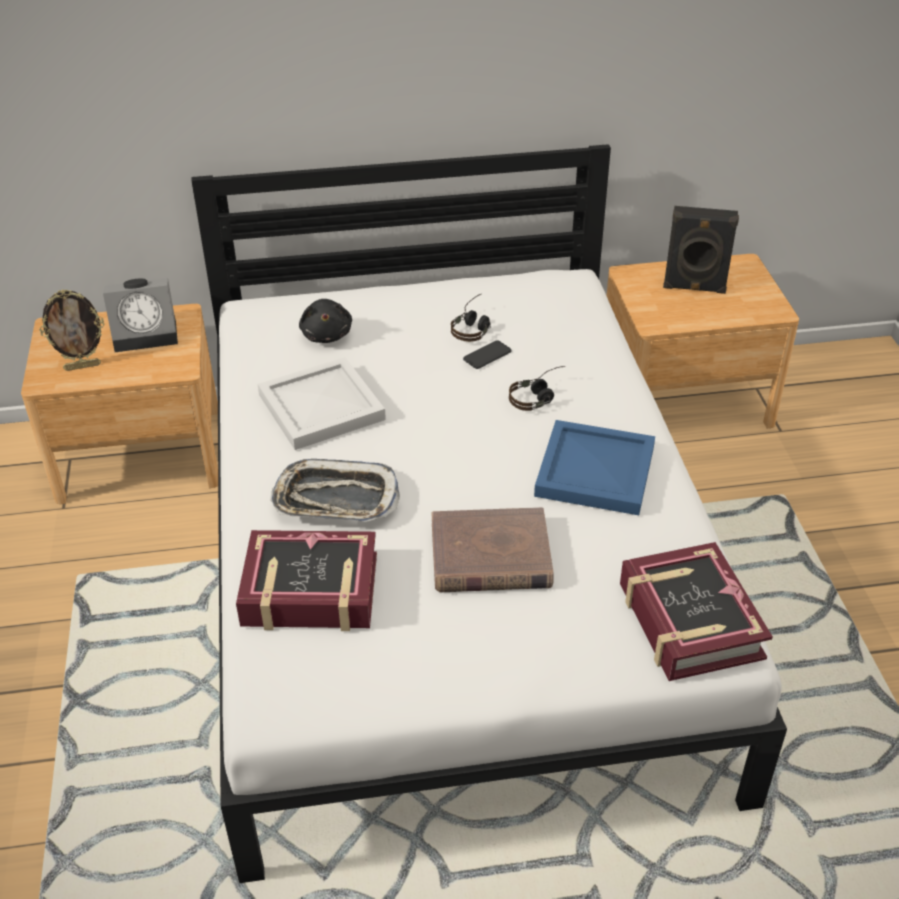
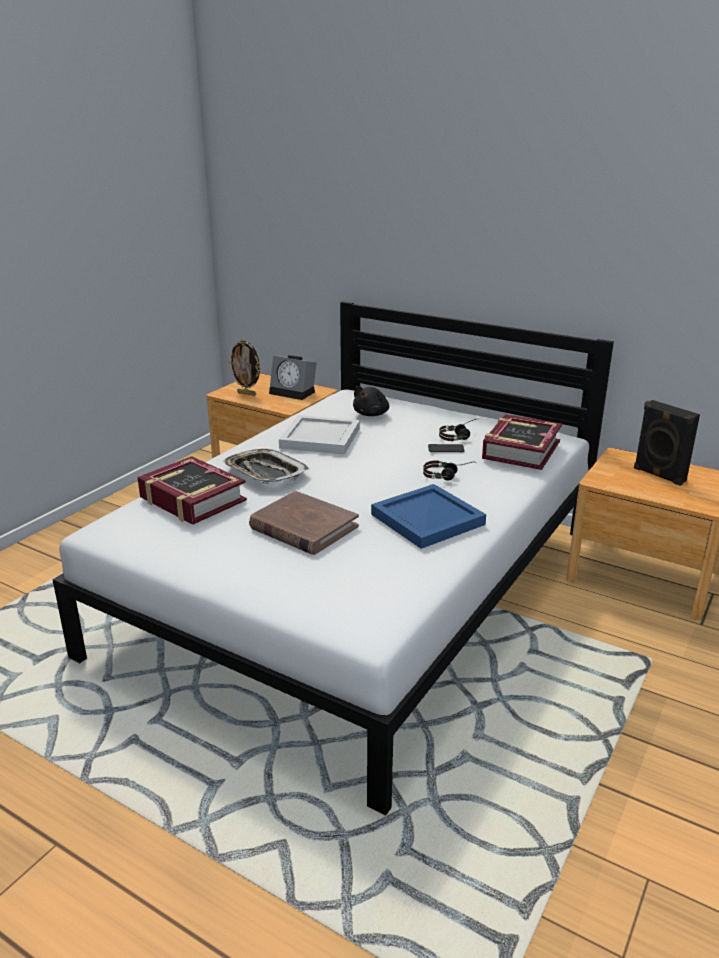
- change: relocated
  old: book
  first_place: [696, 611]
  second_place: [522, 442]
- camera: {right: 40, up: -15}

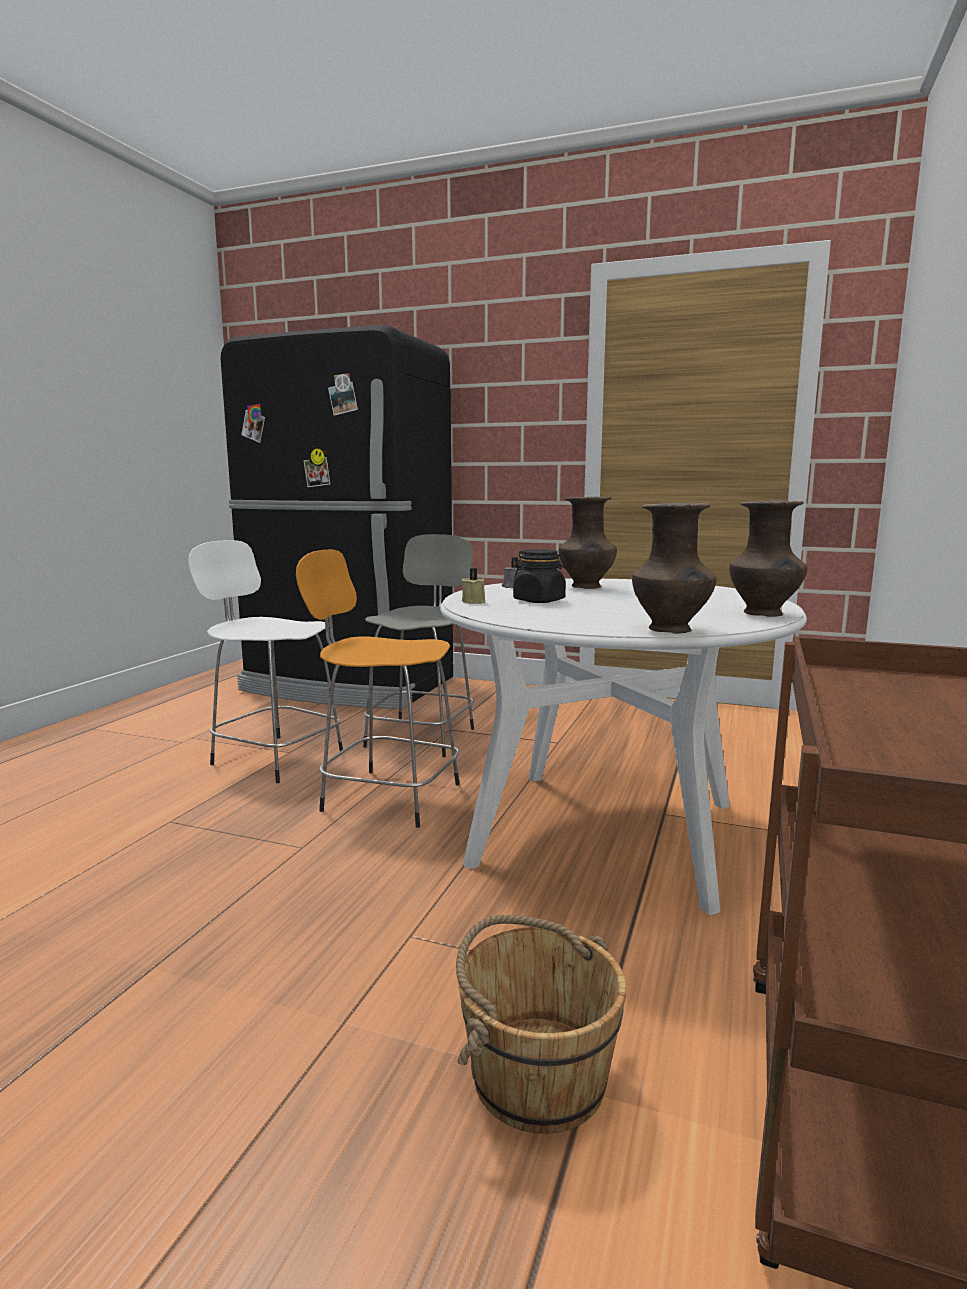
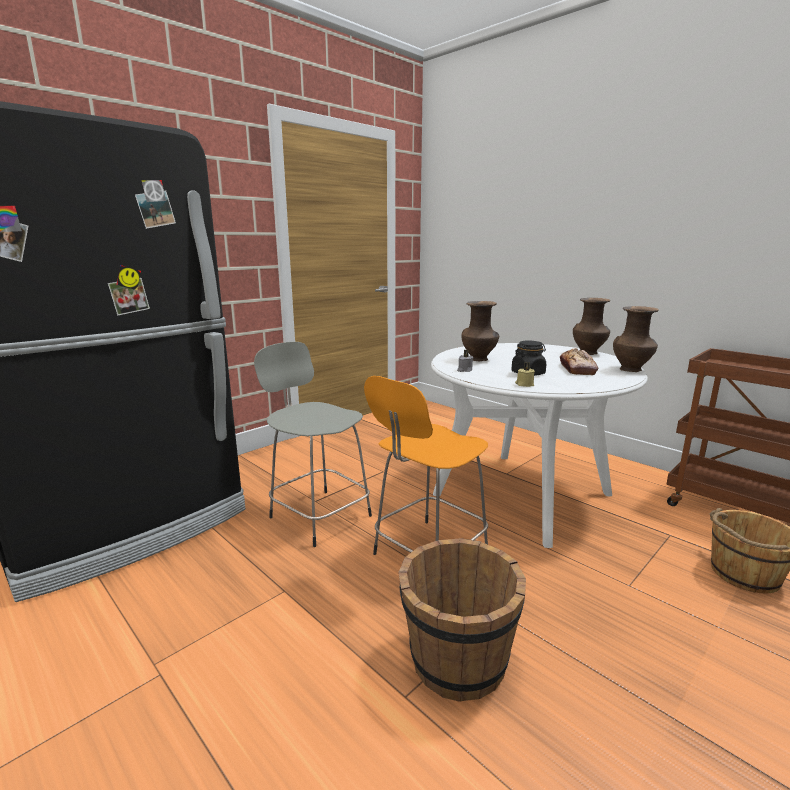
- change: missing
  old: white stool
  first_place: [265, 661]
- change: appeared
  new: brown bucket
  second_place: [462, 620]
- change: appeared
  new: bread
  second_place: [579, 361]
- camera: {right: -65, up: 5}

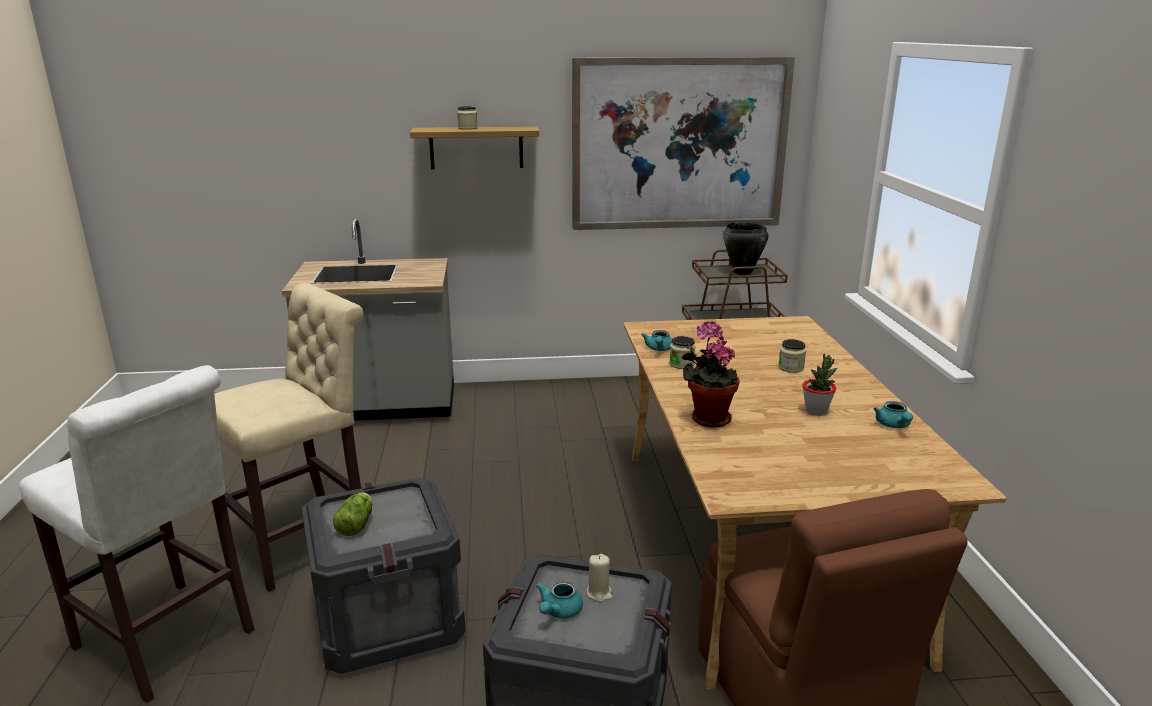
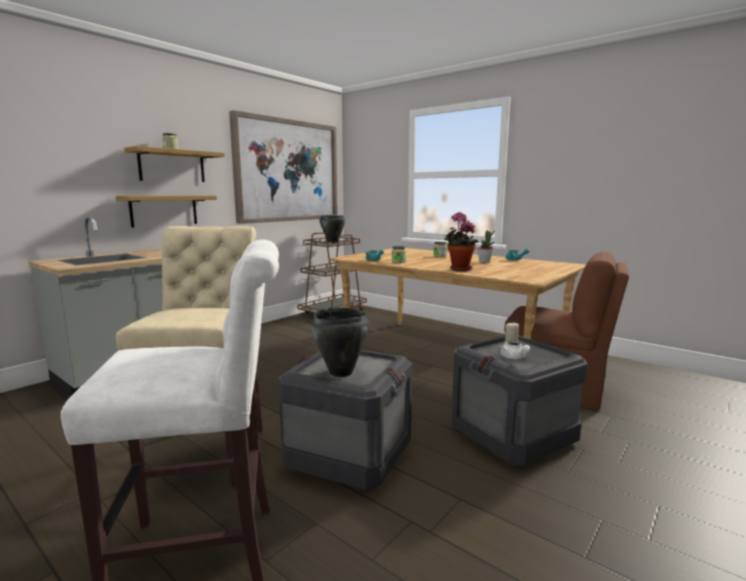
- change: exchanged
  old: lettuce
  new: black cooking pot
  first_place: [352, 514]
  second_place: [340, 342]
- change: colour
  old: turquoise teapot
  new: white teapot
  first_place: [559, 599]
  second_place: [515, 349]
- change: appeared
  new: shelf
  second_place: [166, 211]
- camera: {right: -45, up: -10}

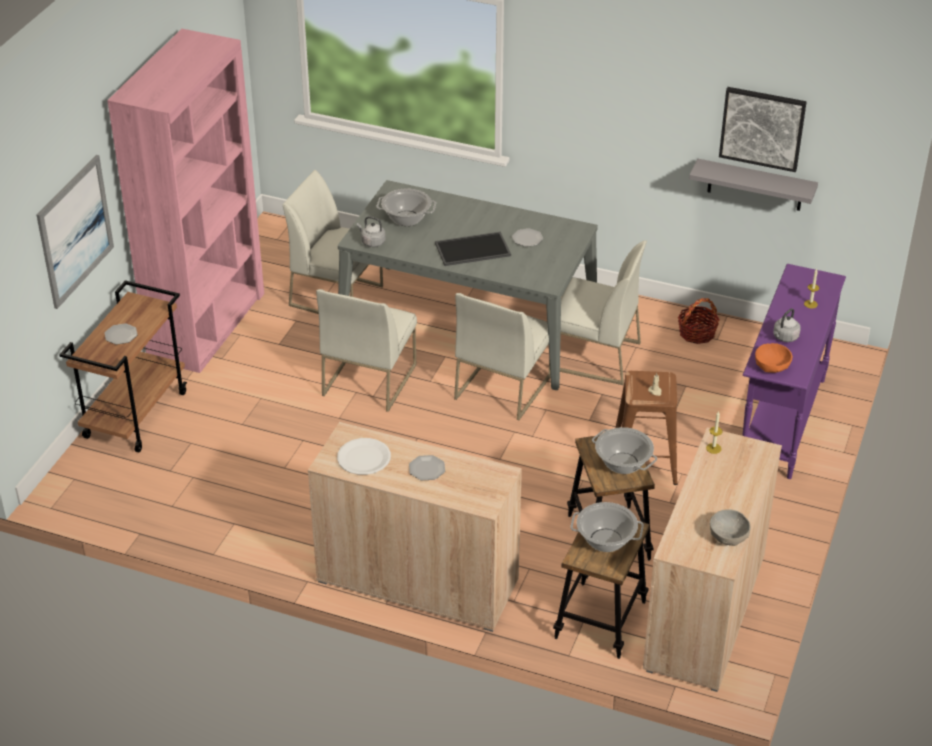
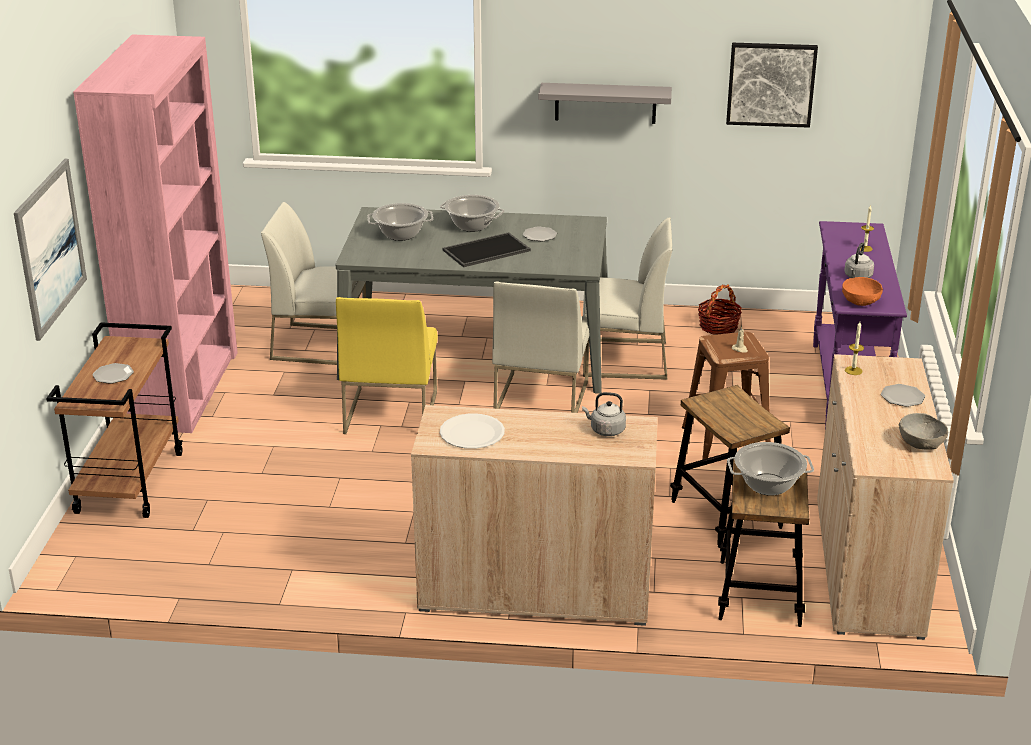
- change: colour
  old: white chair
  new: yellow chair
  first_place: [366, 350]
  second_place: [387, 365]
- change: relocated
  old: grey kettle
  first_place: [371, 231]
  second_place: [604, 414]
- change: relocated
  old: plate
  first_place: [427, 467]
  second_place: [903, 395]
- change: relocated
  old: cooking pot
  first_place: [624, 450]
  second_place: [472, 213]
- change: relocated
  old: grey shelf
  first_place: [753, 185]
  second_place: [605, 103]
- camera: {right: -15, up: -10}

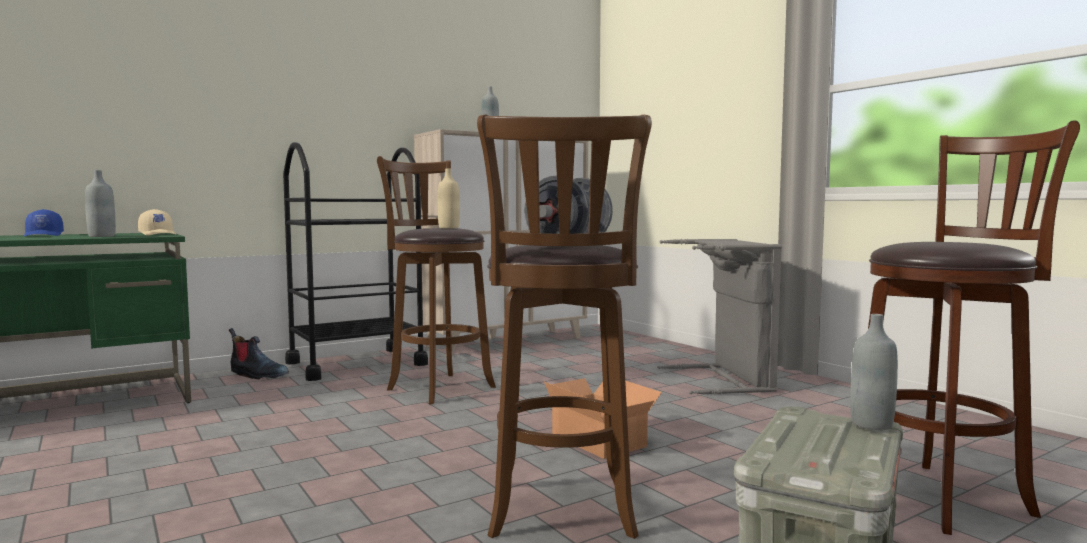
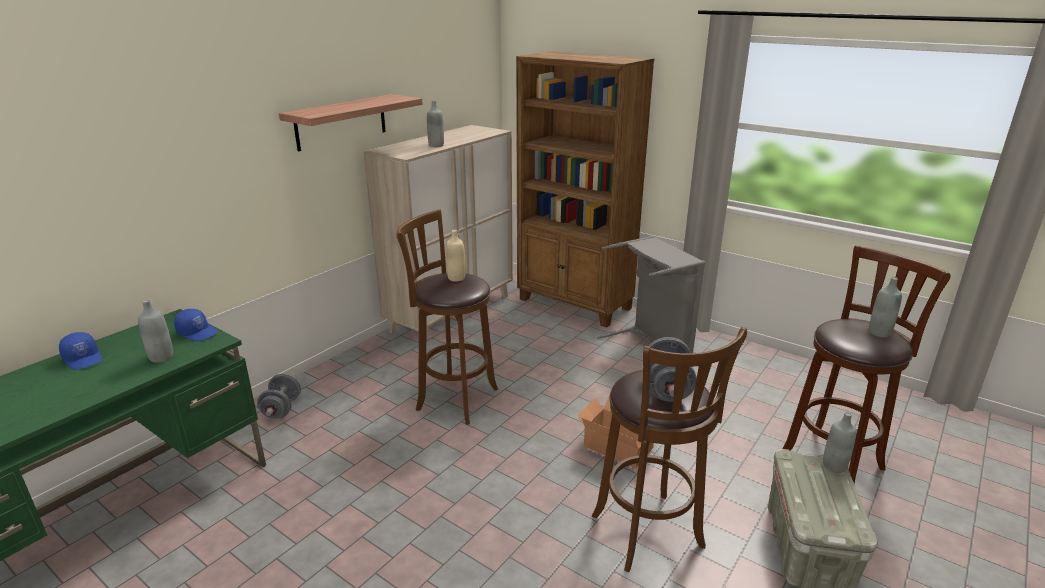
- change: colour
  old: beige cap
  new: blue cap
  first_place: [157, 222]
  second_place: [196, 325]
- change: exchanged
  old: boot
  new: grey dumbbell
  first_place: [259, 353]
  second_place: [279, 396]
- change: missing
  old: black cart
  first_place: [355, 261]
- change: appeared
  new: shelf
  second_place: [351, 122]
- change: appeared
  new: brown bookcase
  second_place: [585, 189]
- change: appeared
  new: grey bottle
  second_place: [885, 307]
- camera: {right: -20, up: 20}

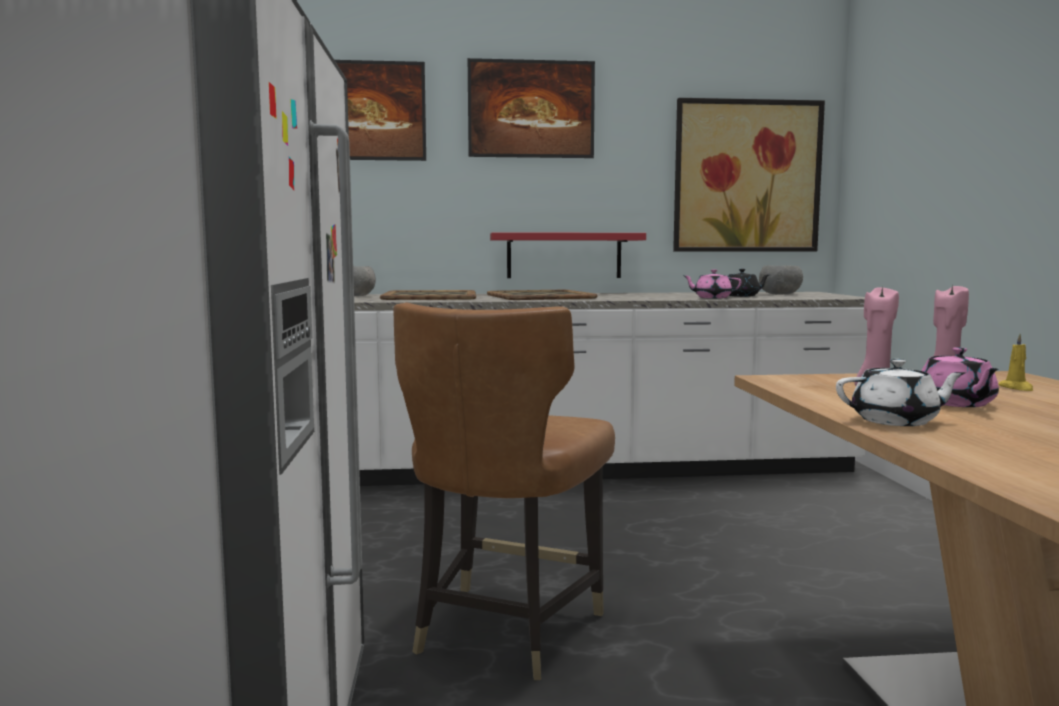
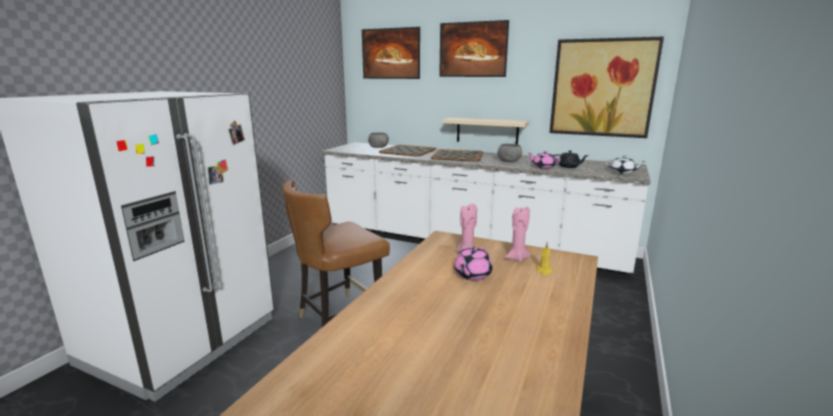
- change: colour
  old: red shelf
  new: beige shelf
  first_place: [568, 255]
  second_place: [485, 131]
- change: relocated
  old: grey bowl
  first_place: [781, 280]
  second_place: [510, 153]
- change: relocated
  old: white teapot
  first_place: [901, 392]
  second_place: [625, 164]
- camera: {right: 30, up: 10}

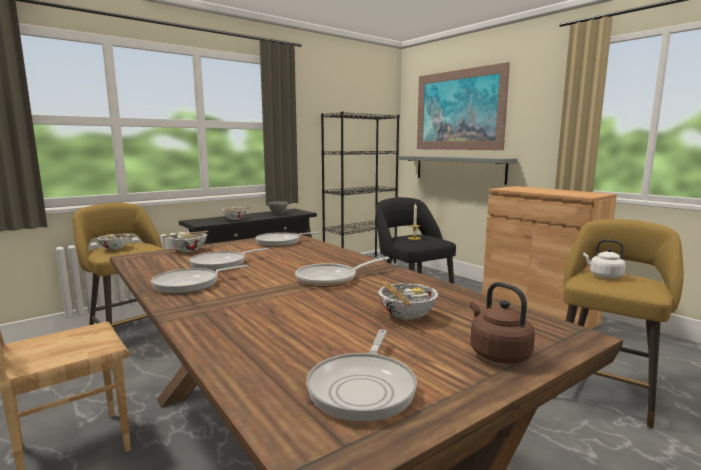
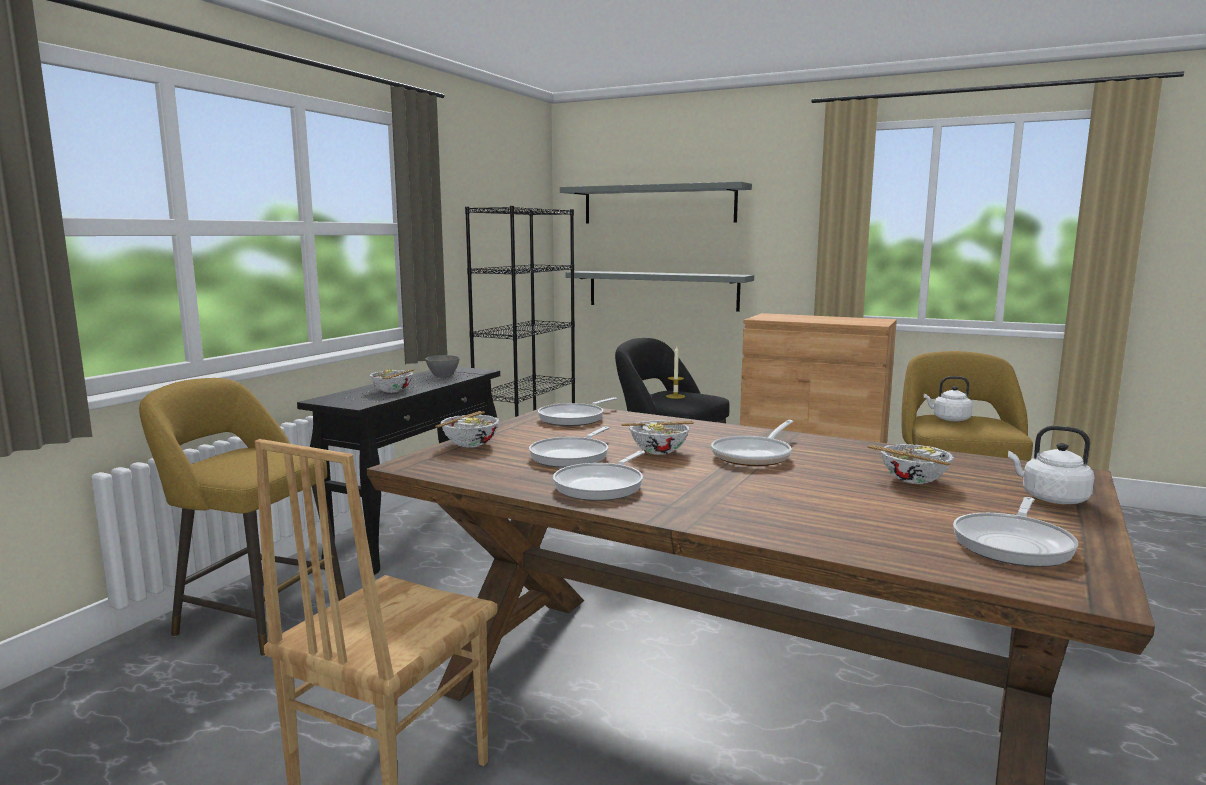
- change: relocated
  old: bowl
  first_place: [115, 242]
  second_place: [657, 437]
- change: spun
  old: frying pan
  first_place: [361, 375]
  second_place: [1015, 532]
  degrees: 45
- change: exchanged
  old: picture
  new: grey shelf
  first_place: [463, 106]
  second_place: [656, 202]
- change: colour
  old: brown kettle
  new: white kettle
  first_place: [502, 323]
  second_place: [1051, 465]
- camera: {right: -25, up: 0}

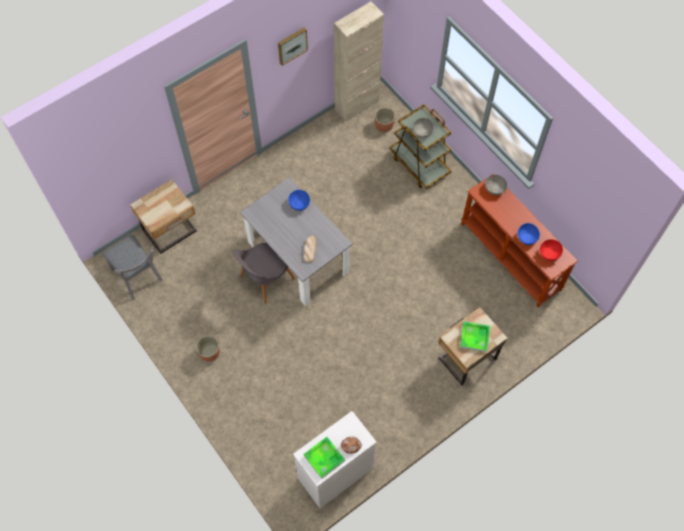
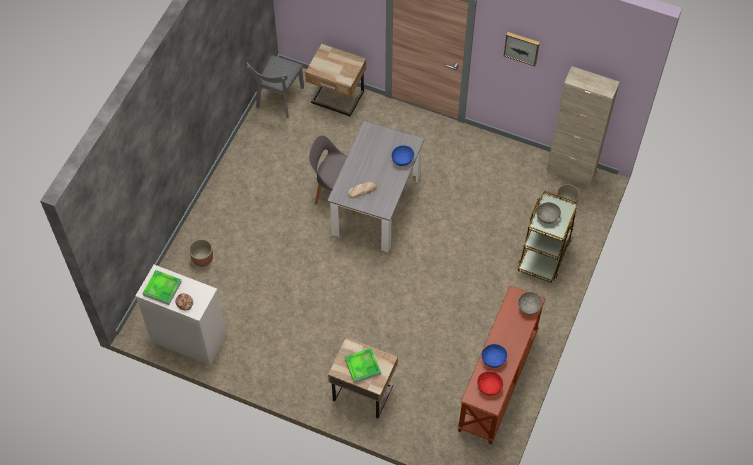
- change: relocated
  old: planter
  first_place: [208, 349]
  second_place: [201, 253]
- camera: {right: 60, up: -5}

